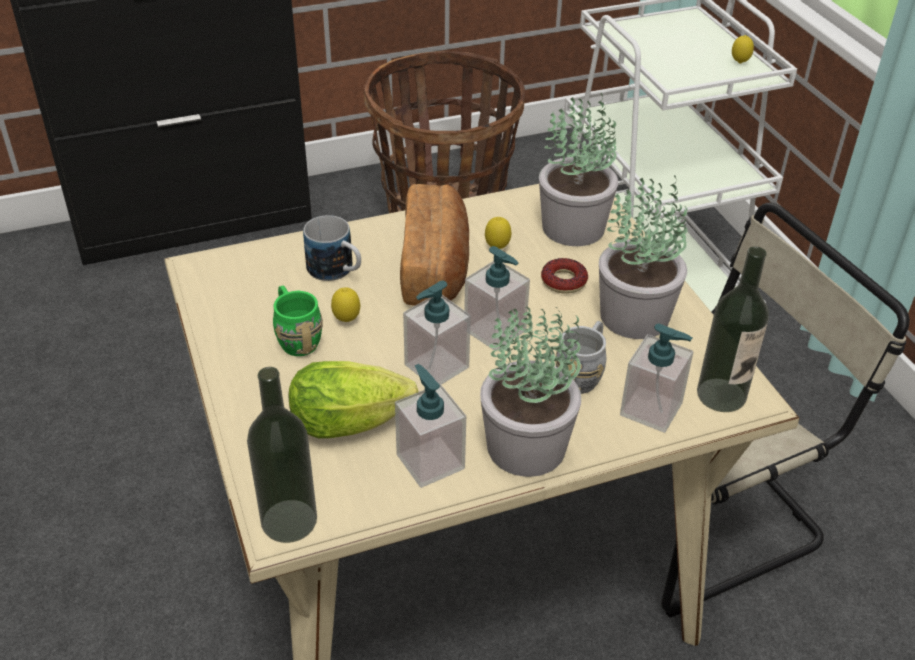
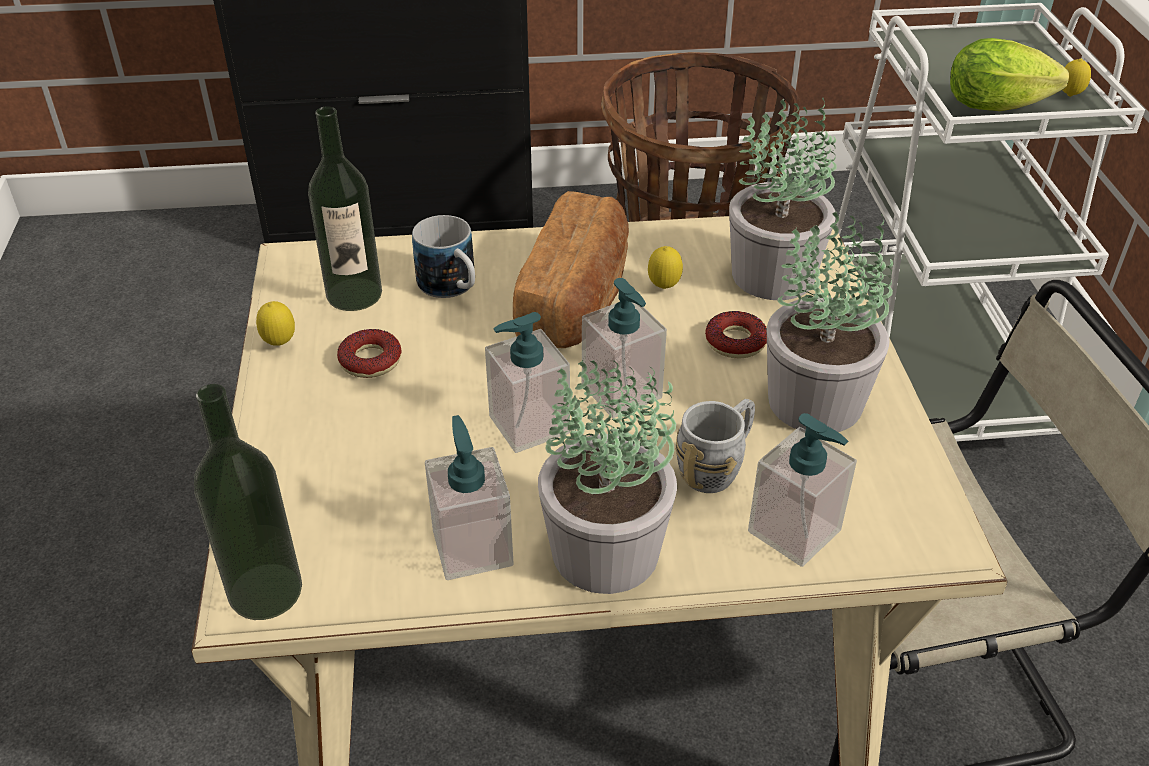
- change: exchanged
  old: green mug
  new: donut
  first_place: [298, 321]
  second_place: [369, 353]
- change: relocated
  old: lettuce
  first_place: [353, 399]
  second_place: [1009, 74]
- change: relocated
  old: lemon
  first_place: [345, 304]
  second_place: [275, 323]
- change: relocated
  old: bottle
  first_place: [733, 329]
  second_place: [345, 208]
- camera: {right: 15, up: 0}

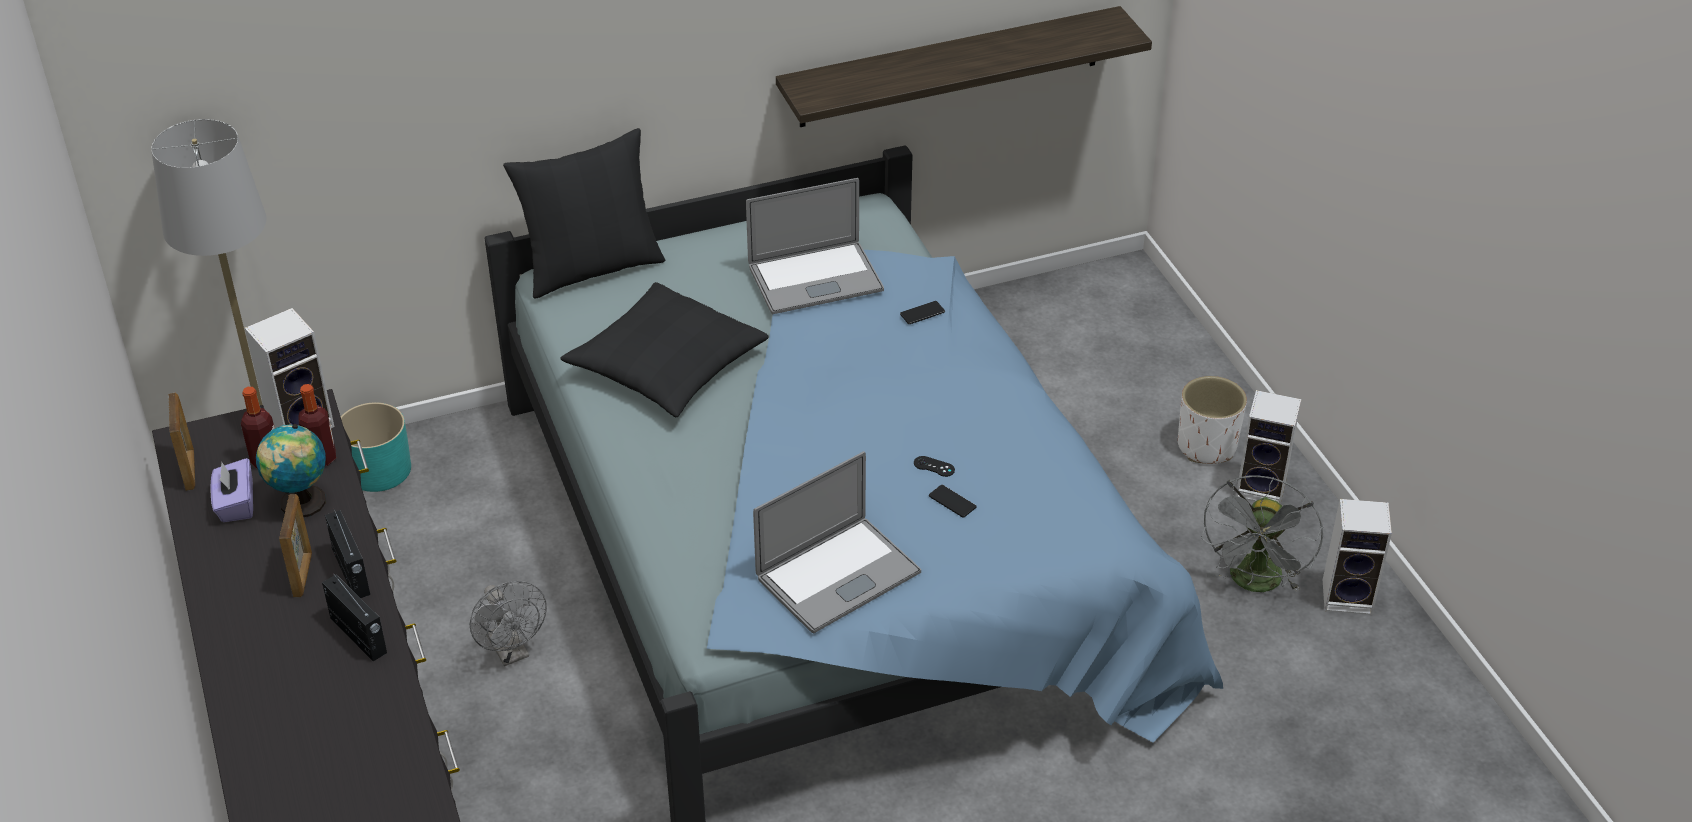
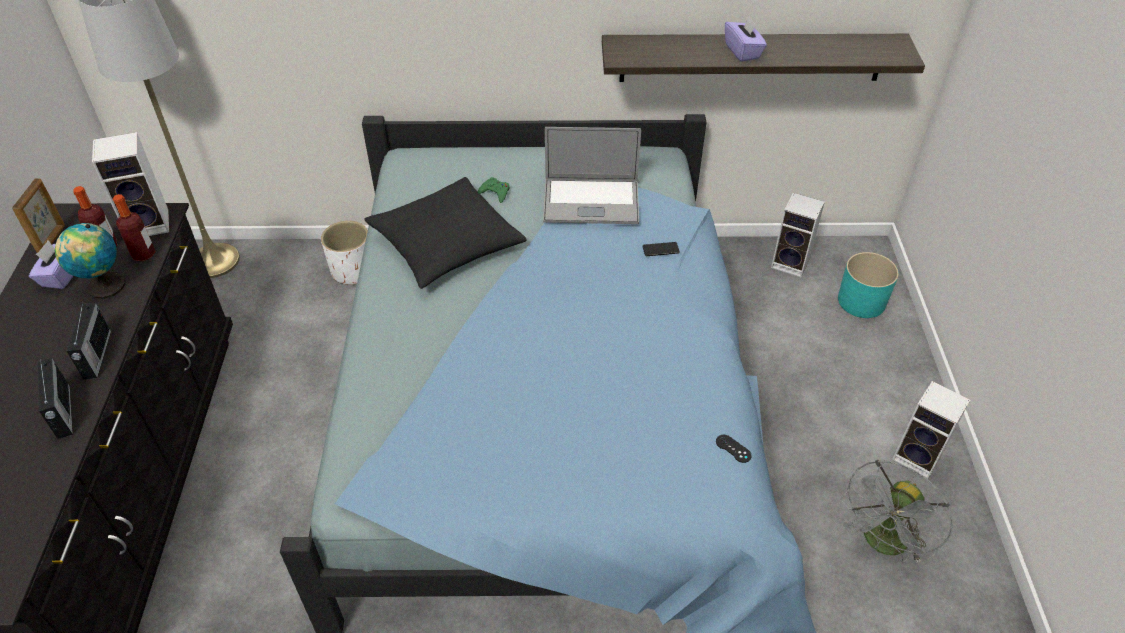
- change: missing
  old: picture frame
  first_place: [295, 545]
- change: relocated
  old: turquoise planter
  first_place: [376, 447]
  second_place: [868, 285]
- change: missing
  old: grey fan
  first_place: [508, 623]
- change: missing
  old: black pillow
  first_place: [584, 213]
- change: missing
  old: laptop
  first_place: [837, 542]
- change: relocated
  old: black game controller
  first_place: [934, 466]
  second_place: [734, 449]
- change: missing
  old: phone
  first_place: [953, 501]
- change: relocated
  old: white planter
  first_place: [1212, 420]
  second_place: [344, 253]
- change: relocated
  old: speaker
  first_place: [1357, 557]
  second_place: [798, 235]
- change: appeared
  new: green game controller
  second_place: [493, 190]
- change: appeared
  new: purple tissue box
  second_place: [746, 39]
- camera: {right: 20, up: 5}

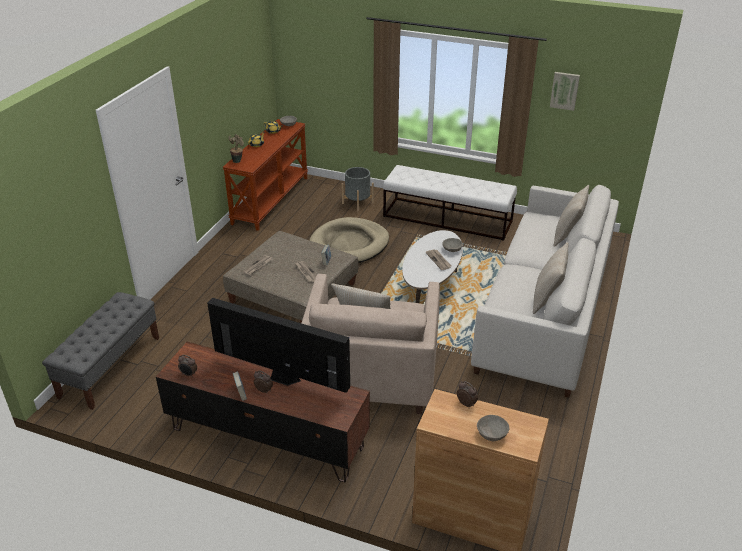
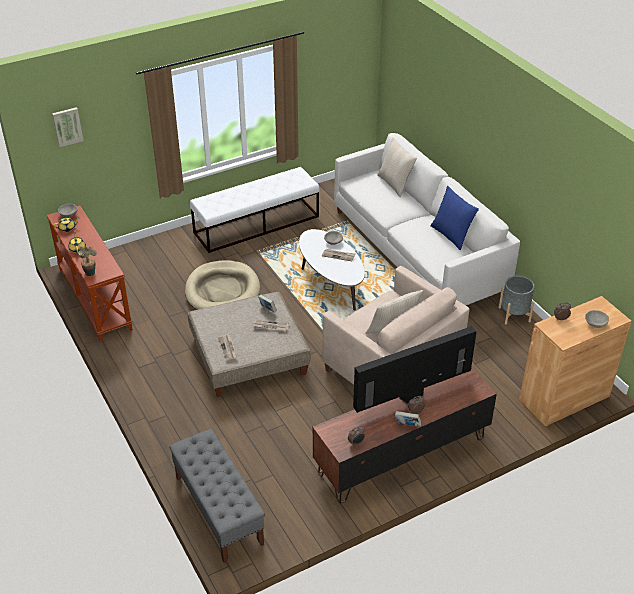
- change: relocated
  old: grey planter
  first_place: [358, 189]
  second_place: [517, 300]
- change: colour
  old: beige pillow
  new: blue pillow
  first_place: [551, 278]
  second_place: [455, 218]
- change: relocated
  old: picture
  first_place: [565, 91]
  second_place: [68, 127]
- camera: {right: -50, up: 5}

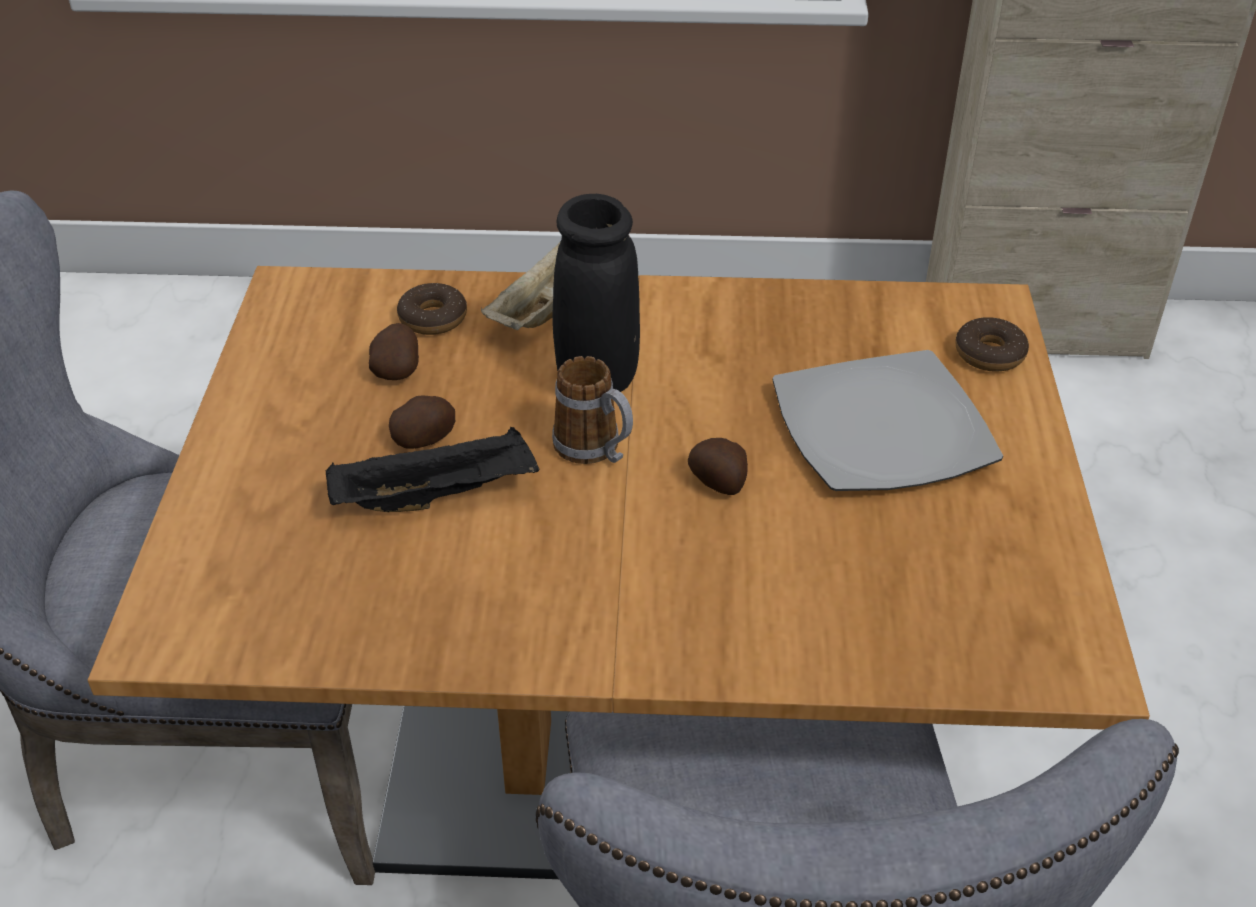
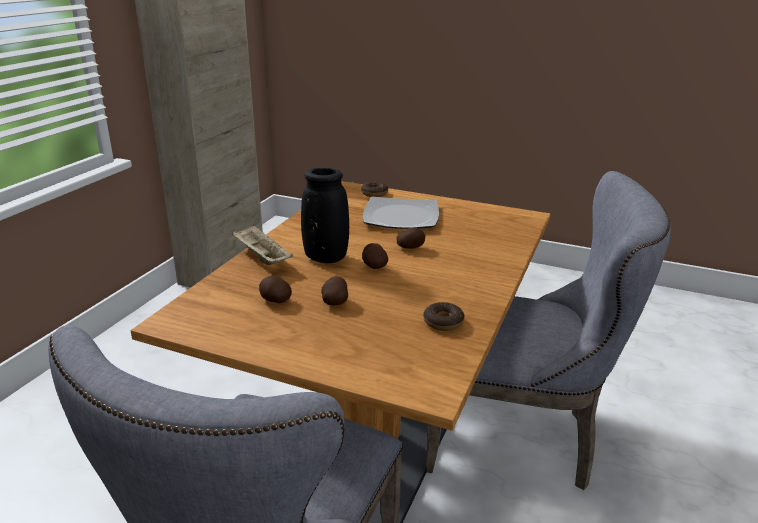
- change: missing
  old: black tray
  first_place: [432, 469]
- change: relocated
  old: donut
  first_place: [432, 309]
  second_place: [444, 316]
- change: exchanged
  old: mug
  new: potato
  first_place: [592, 410]
  second_place: [375, 256]
- camera: {right: -70, up: -15}

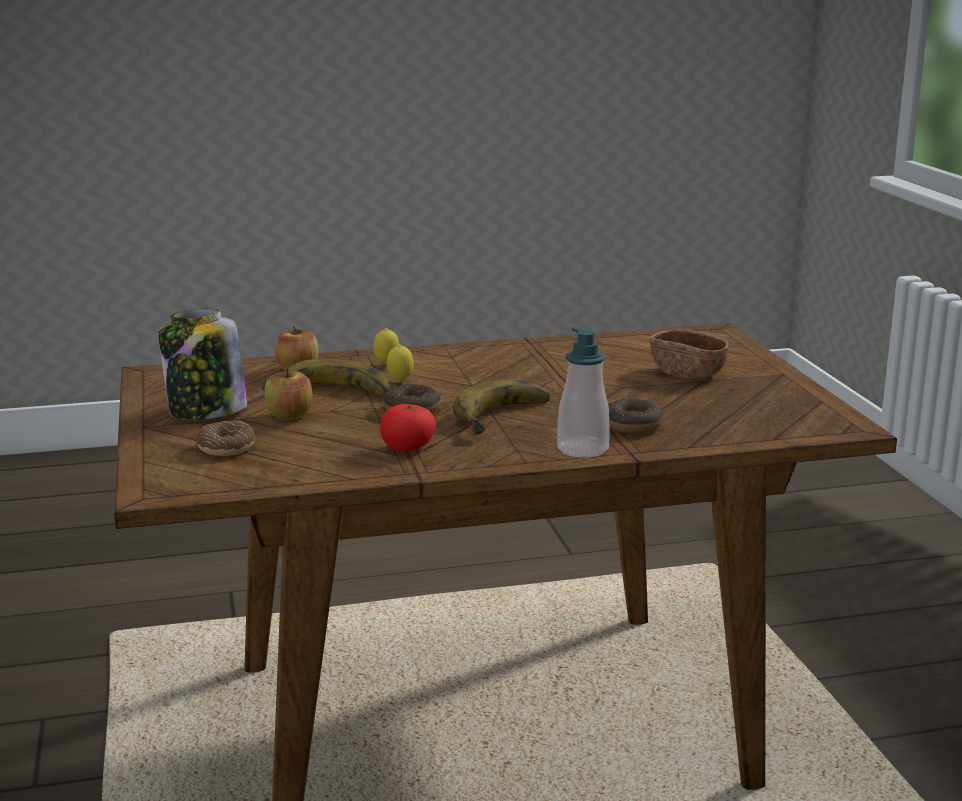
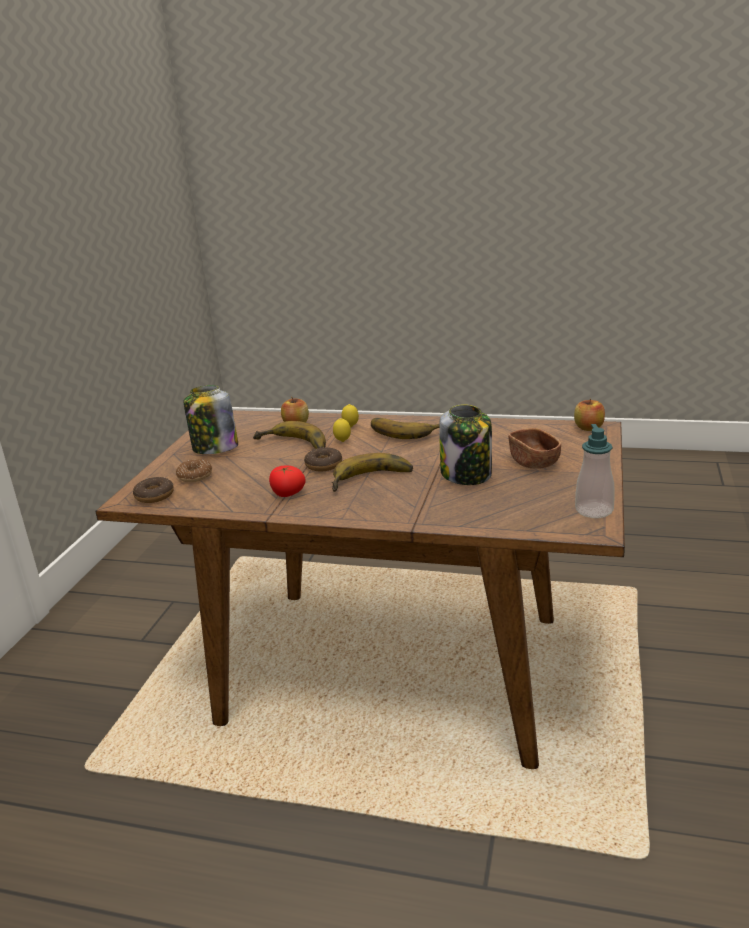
- change: relocated
  old: apple
  first_place: [289, 394]
  second_place: [589, 414]
- change: relocated
  old: soap dispenser
  first_place: [583, 392]
  second_place: [595, 471]
- change: relocated
  old: donut
  first_place: [635, 416]
  second_place: [153, 490]
- change: appeared
  new: banana
  second_place: [405, 428]
- change: appeared
  new: jar
  second_place: [465, 444]
- camera: {right: 30, up: 5}

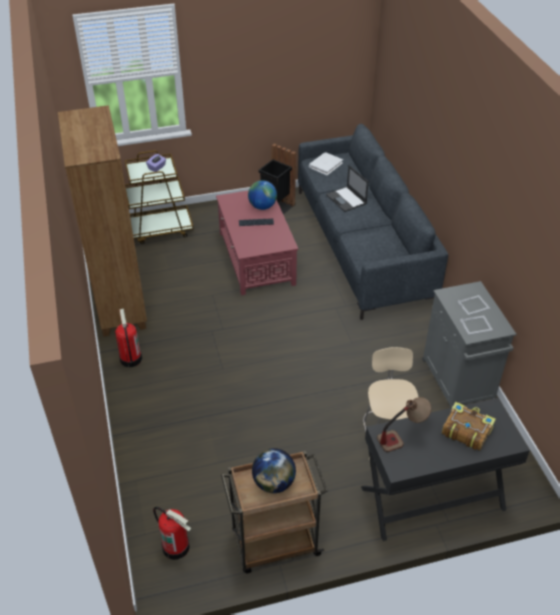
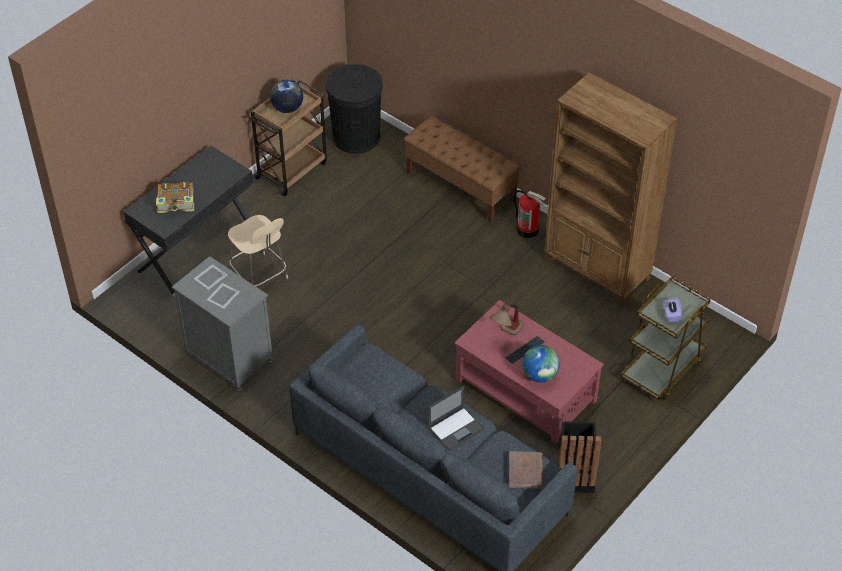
- change: exchanged
  old: fire extinguisher
  new: black trash can
  first_place: [172, 533]
  second_place: [353, 109]
- change: colour
  old: white book
  new: brown book
  first_place: [326, 164]
  second_place: [526, 470]
- change: spun
  old: laptop
  first_place: [347, 188]
  second_place: [456, 418]
  degrees: 120
- change: relocated
  old: table lamp
  first_place: [404, 424]
  second_place: [507, 319]
- change: appeared
  new: brown bench
  second_place: [462, 169]
- camera: {right: 145, up: 5}

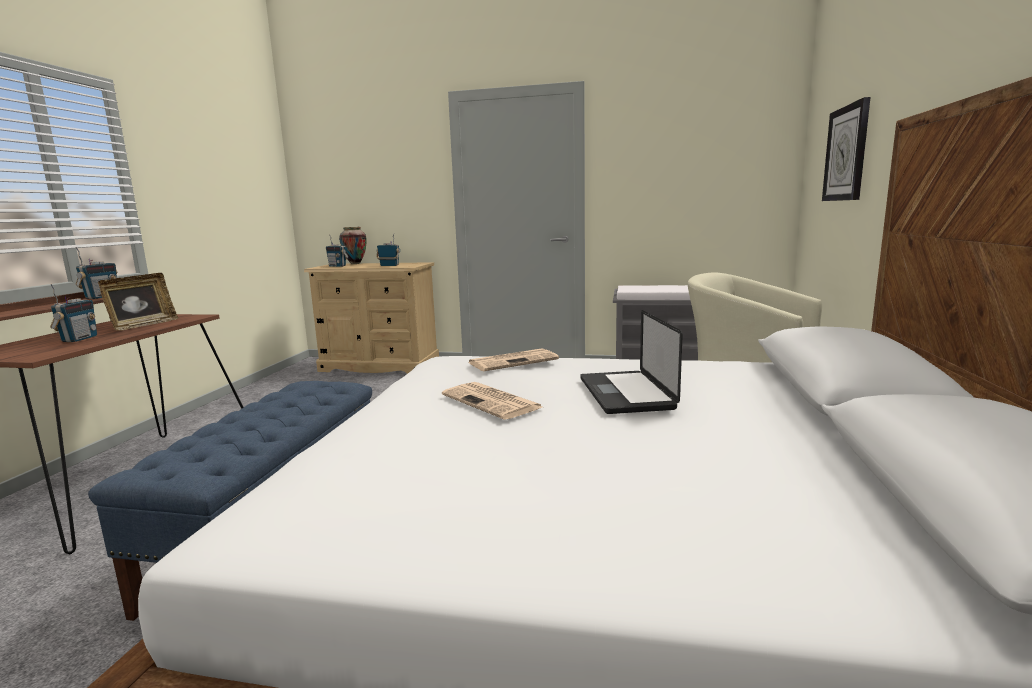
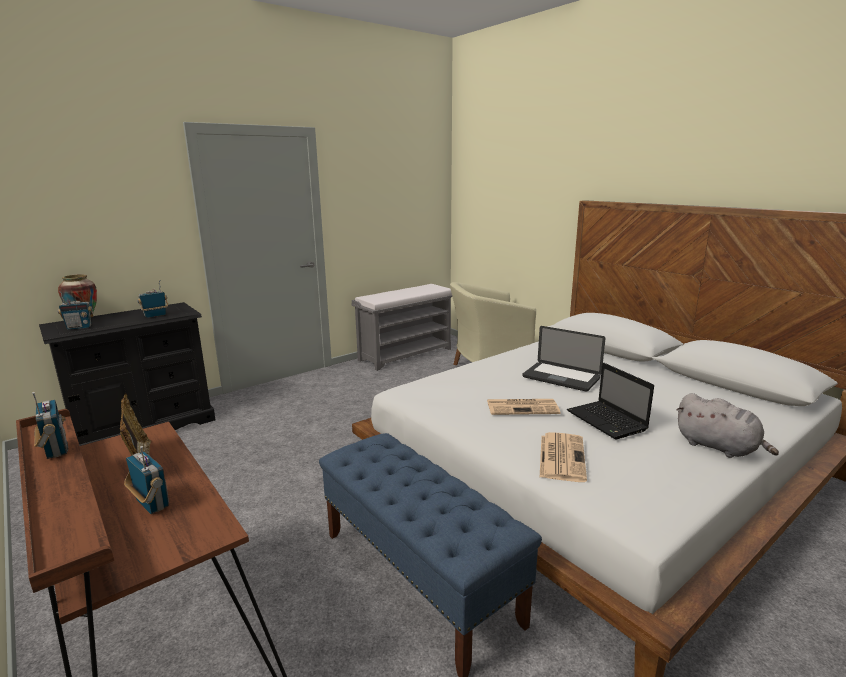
- change: colour
  old: beige dresser
  new: black dresser
  first_place: [371, 318]
  second_place: [127, 374]
- change: relocated
  old: newspaper
  first_place: [513, 359]
  second_place: [563, 457]
- change: missing
  old: wall clock
  first_place: [846, 149]
- change: appeared
  new: laptop
  second_place: [610, 401]
- change: appeared
  new: grey plush toy
  second_place: [727, 425]
- camera: {right: -50, up: 5}

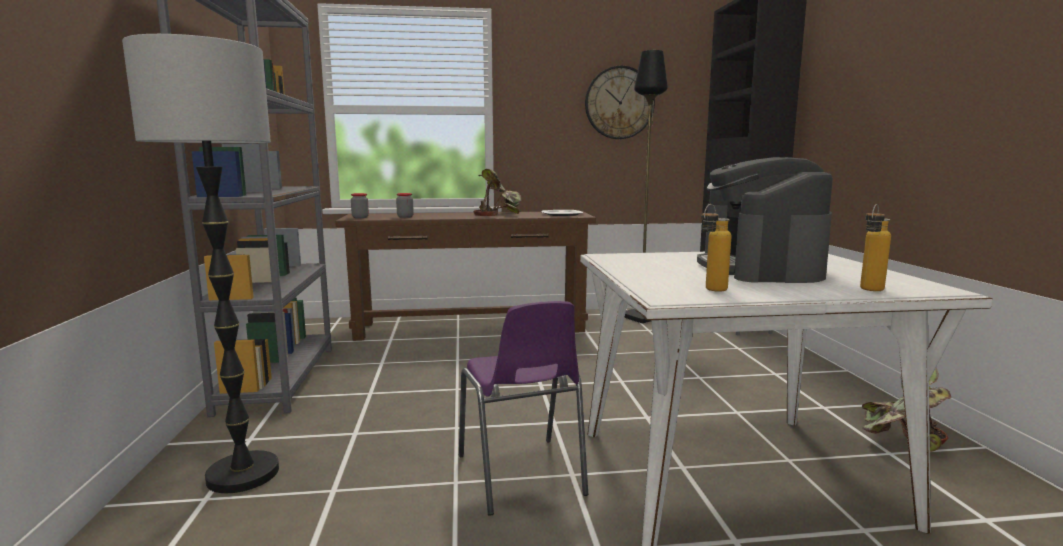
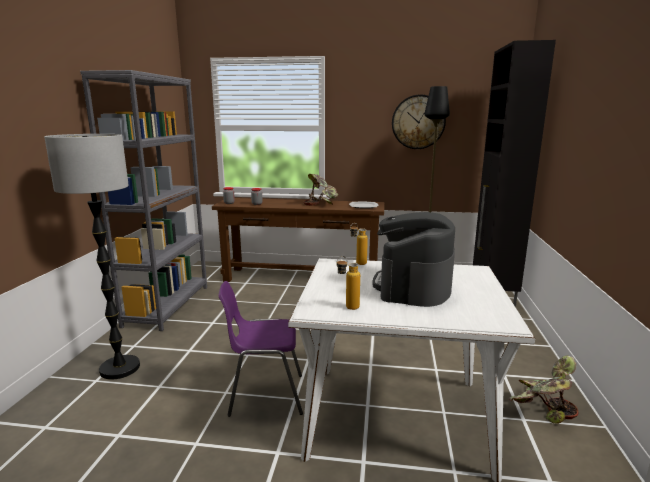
- change: spun
  old: purple chair
  first_place: [523, 408]
  second_place: [260, 349]
  degrees: 90
- change: relocated
  old: bottle
  first_place: [875, 247]
  second_place: [359, 244]
- camera: {right: 15, up: 5}

